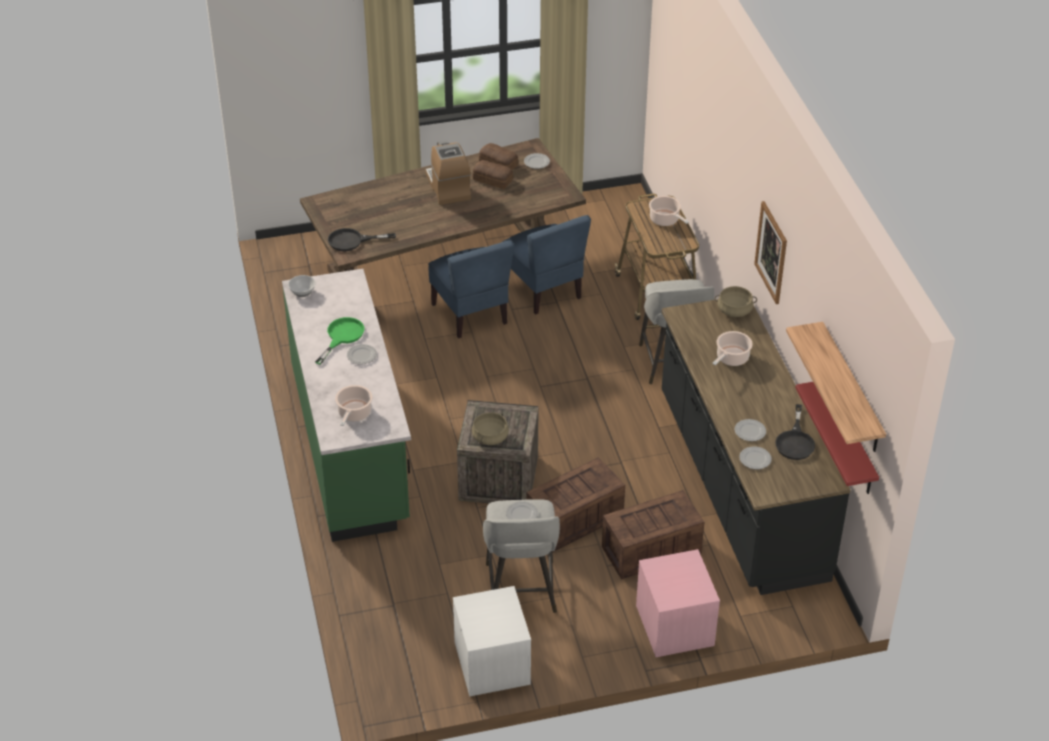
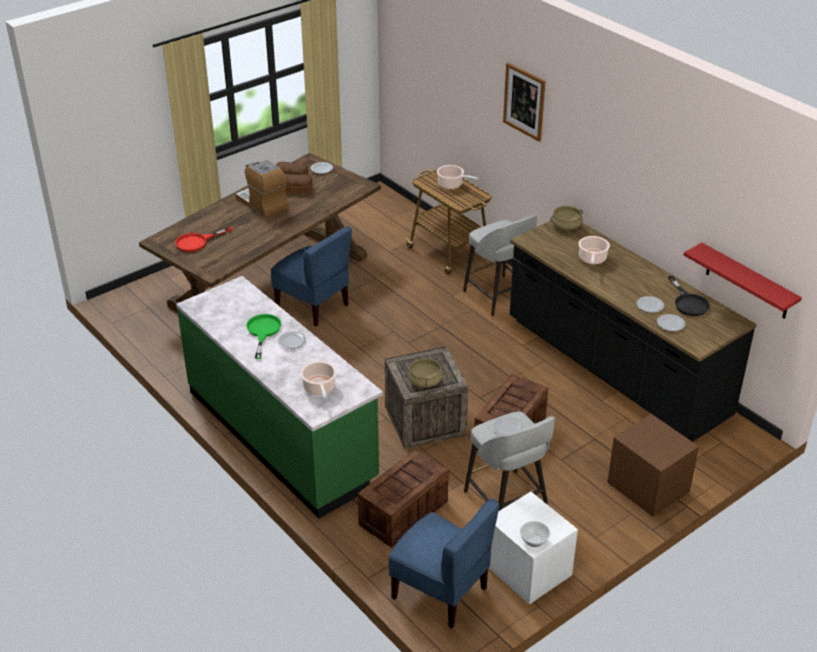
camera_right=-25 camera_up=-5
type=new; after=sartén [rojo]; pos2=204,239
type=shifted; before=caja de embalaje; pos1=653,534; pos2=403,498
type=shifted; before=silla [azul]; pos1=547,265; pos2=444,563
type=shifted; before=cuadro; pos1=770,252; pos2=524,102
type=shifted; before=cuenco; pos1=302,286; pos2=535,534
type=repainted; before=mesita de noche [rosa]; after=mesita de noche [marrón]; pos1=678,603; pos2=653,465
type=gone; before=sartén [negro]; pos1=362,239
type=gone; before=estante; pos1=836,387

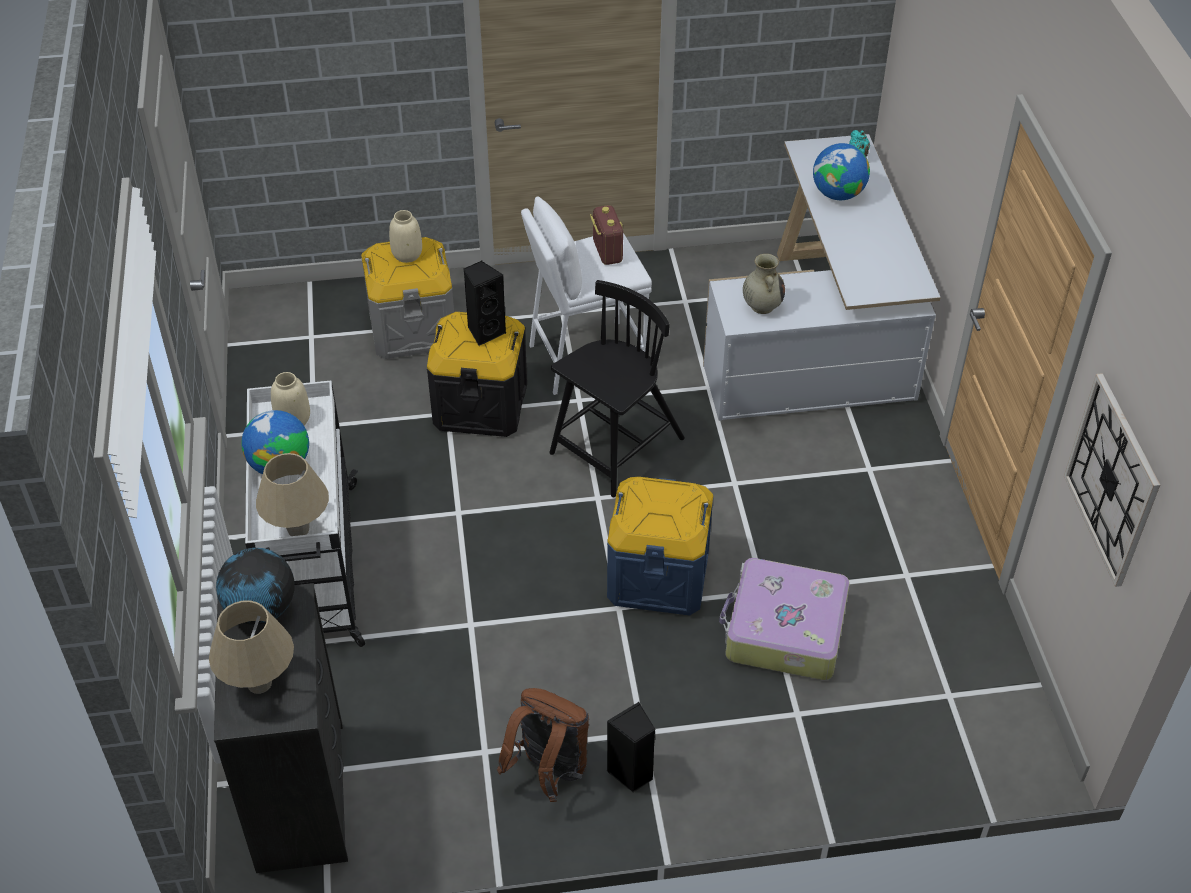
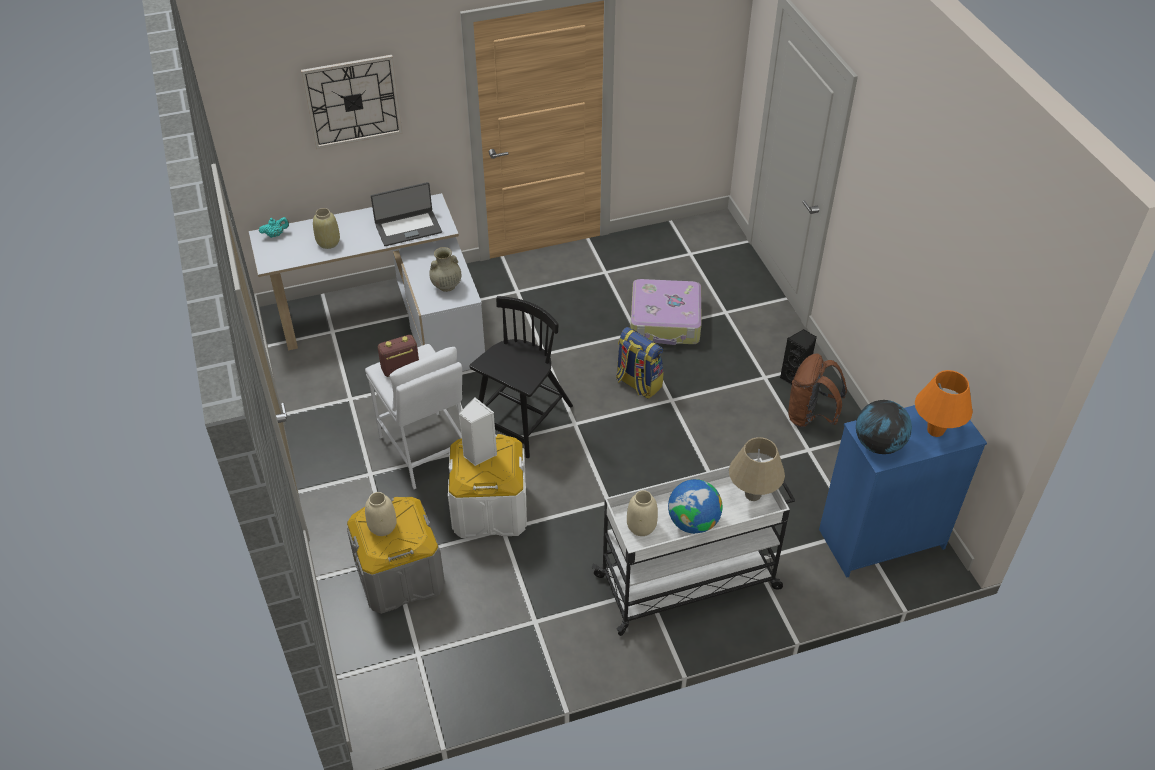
camera_right=-100 camera_up=0
type=shifted; before=reloj de pared; pos1=1112,480; pos2=351,102
type=swapped; before=globo terráqueo; after=florero [beis]; pos1=841,171; pos2=326,228
type=new; after=portátil; pos2=406,214
type=repainted; before=caja de almacenaje [negro]; after=caja de almacenaje [blanco]; pos1=477,374; pos2=487,486
type=repainted; before=altavoz [negro]; after=altavoz [blanco]; pos1=485,303; pos2=478,432
type=rotated; before=silla [negro]; pos1=617,388; pos2=521,377; turn=90
type=swapped; before=caja de almacenaje [azul]; after=mochila; pos1=660,546; pos2=639,363
type=repainted; before=cómoda [negro]; after=cómoda [azul]; pos1=281,728; pos2=903,491
type=repainted; before=lámpara de mesa [beis]; after=lámpara de mesa [naranja]; pos1=251,647; pos2=944,403

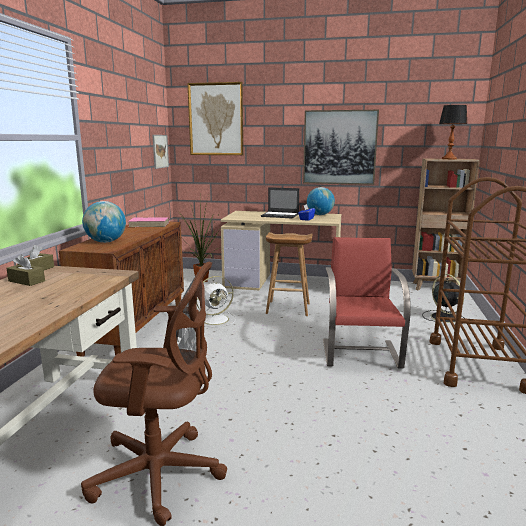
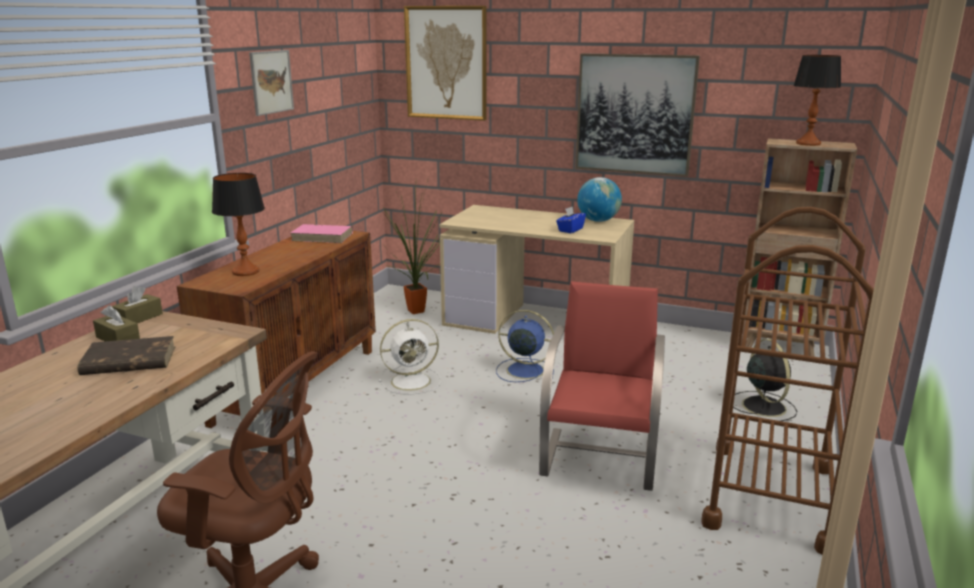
camera_right=10 camera_up=5
type=new; after=libro [marrón]; pos2=126,355
type=swapped; before=globo terráqueo; after=lámpara de mesa; pos1=104,222; pos2=238,224
type=shifted; before=cuadro; pos1=160,152; pos2=271,83
type=swapped; before=taburete [marrón]; after=ventilador [azul]; pos1=289,274; pos2=525,346
type=gone; before=portátil; pos1=280,203

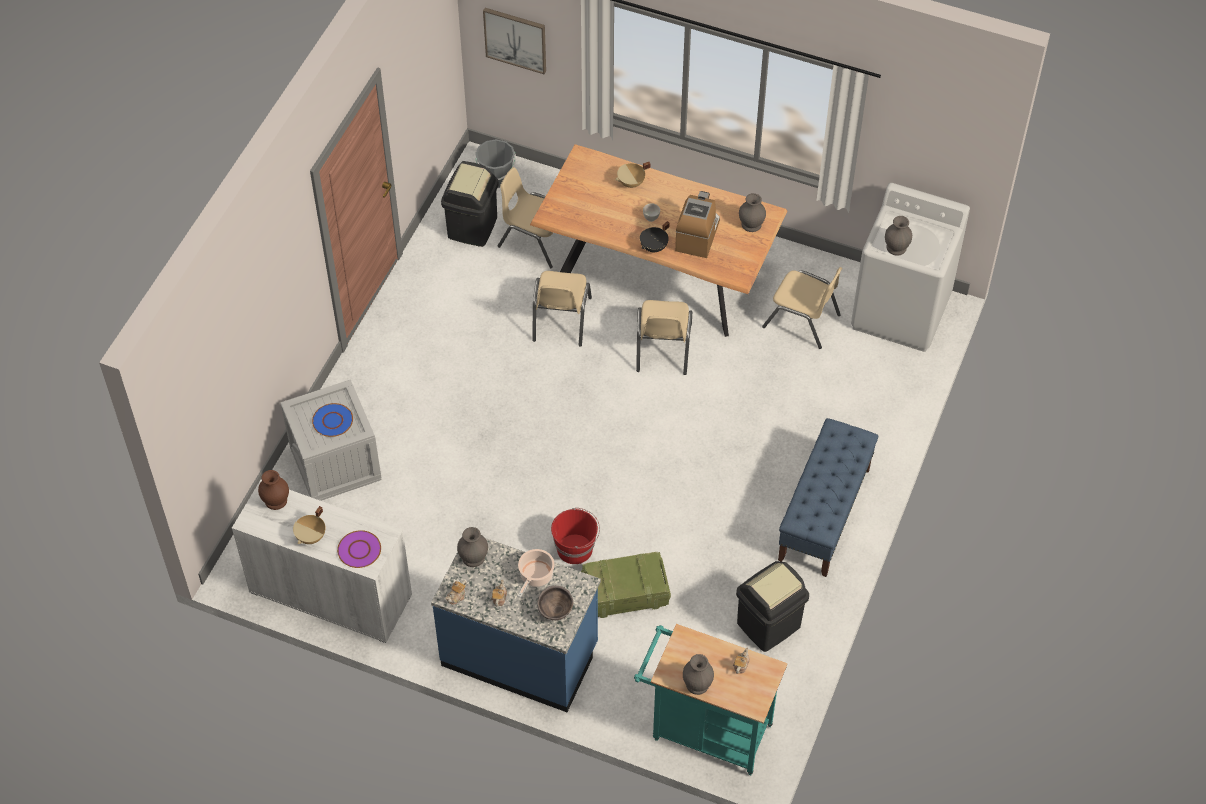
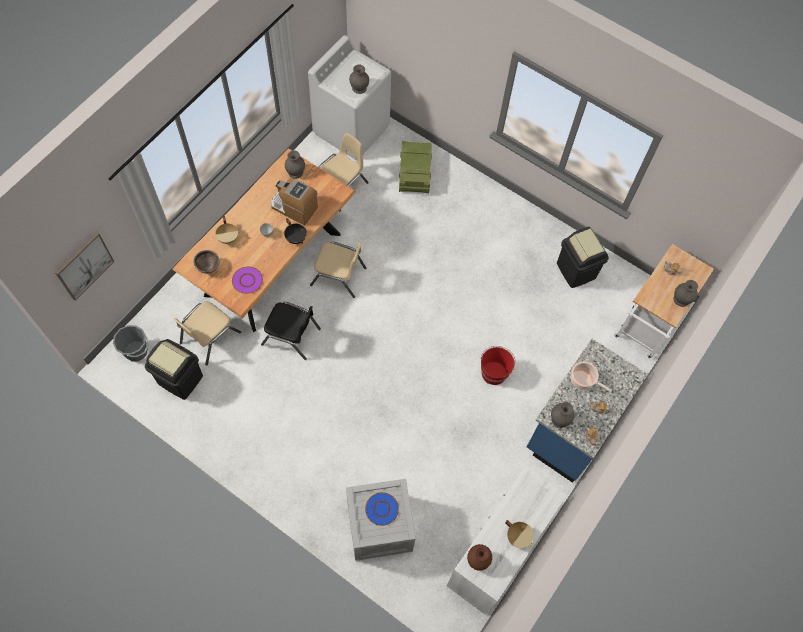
camera_right=-80 camera_up=10
type=shifted; before=cuenco [marrón]; pos1=555,603; pos2=206,262
type=shifted; before=plato [morado]; pos1=359,549; pos2=247,280
type=repainted; before=silla [beis]; after=silla [negro]; pos1=562,308; pos2=291,331
type=shifted; before=caja de embalaje; pos1=626,585; pos2=415,167
type=repainted; before=carrito [turquesa]; after=carrito [blanco]; pos1=711,699; pos2=664,301
type=gone; before=banco [azul]; pos1=828,497

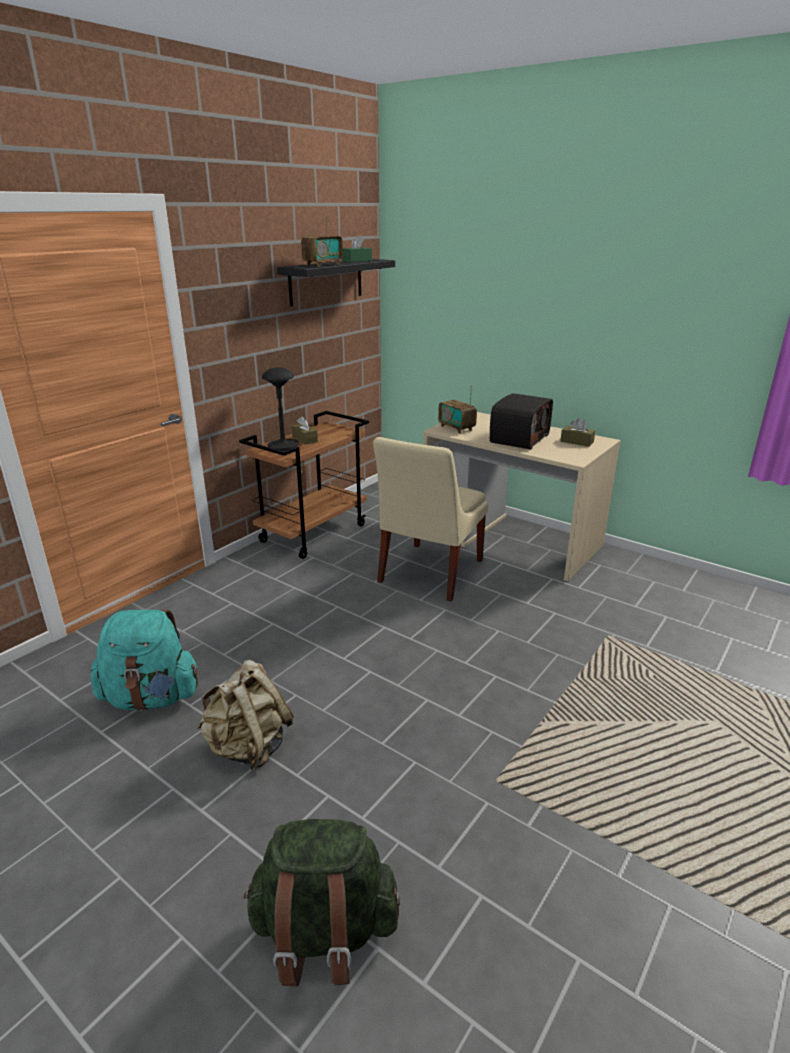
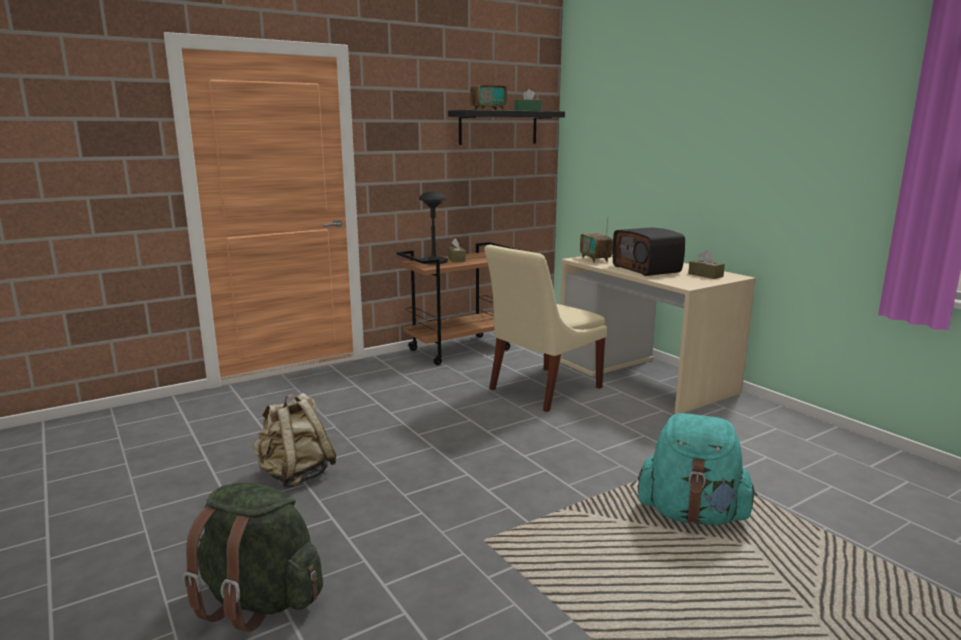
camera_right=20 camera_up=-10
type=rotated; before=radio; pos1=521,421; pos2=648,252; turn=105
type=shifted; before=mochila [turquesa]; pos1=145,660; pos2=698,469

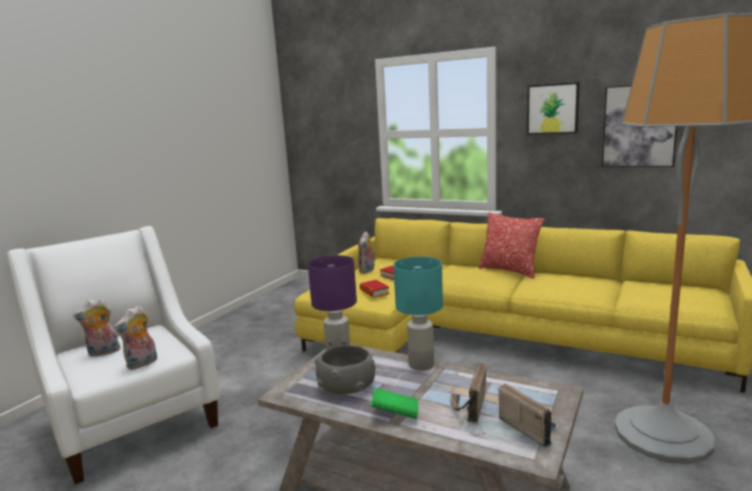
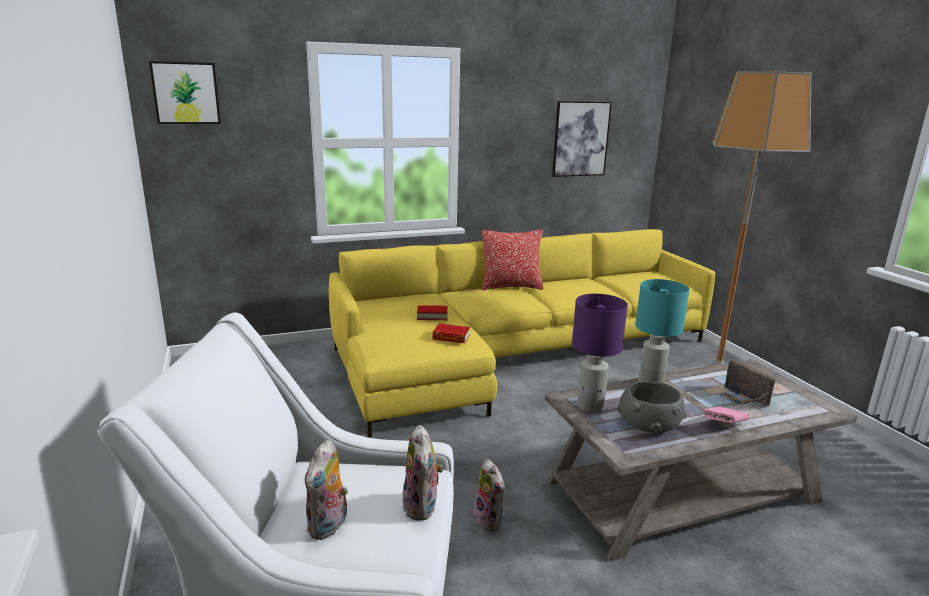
camera_right=-50 camera_up=5
type=shifted; before=cuadro; pos1=553,108; pos2=185,92
type=shifted; before=peluche; pos1=367,252; pos2=489,495
type=repainted; before=libro [verde]; after=libro [rosa]; pos1=395,403; pos2=726,415
type=gone; before=radio; pos1=529,415

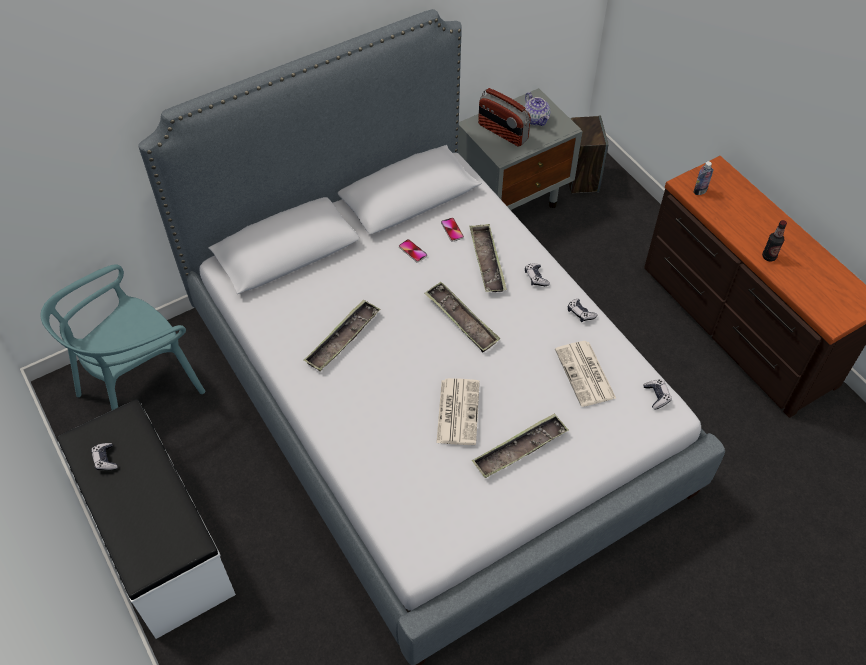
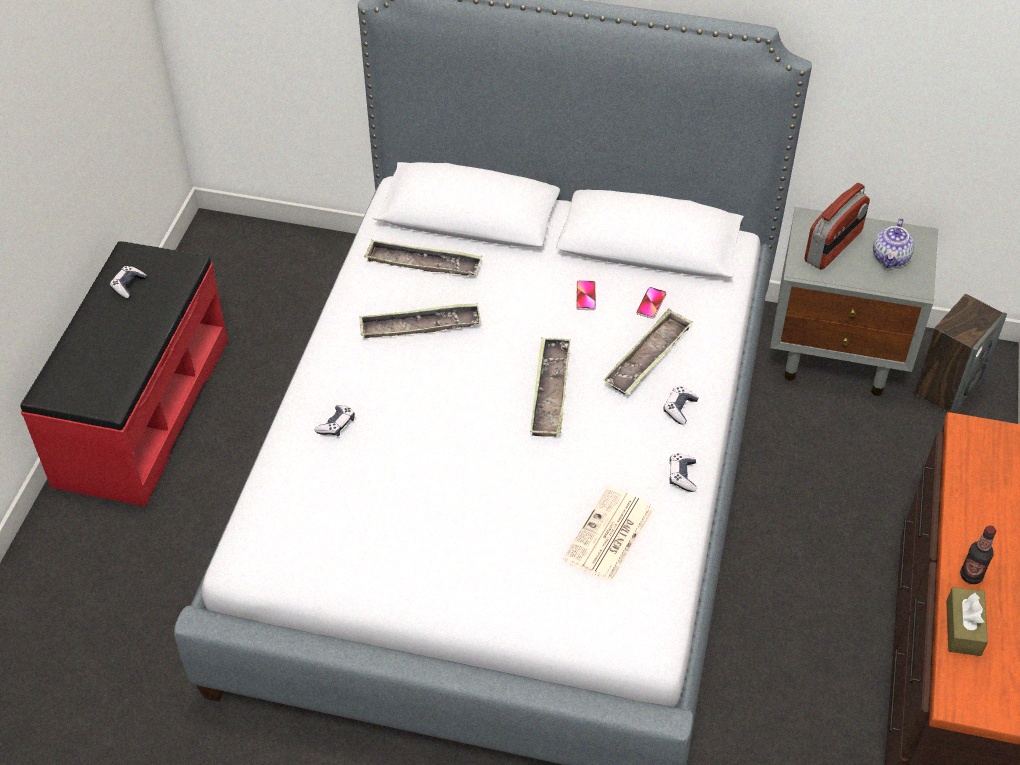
camera_right=45 camera_up=-5
type=repainted; before=banco [blanco]; after=banco [rojo]; pos1=146,519; pos2=124,373
type=shifted; before=mando de consola; pos1=657,394; pos2=335,420
type=shifted; before=bandeja; pos1=520,445; pos2=423,258
type=rotated; before=radio; pos1=504,117; pos2=837,226; turn=-135
type=new; after=caja de pañuelos [marrón]; pos2=967,621
type=gone; before=silla [turquesa]; pos1=122,337
type=gone; before=periódico; pos1=458,411
type=gone; before=botella; pos1=703,178

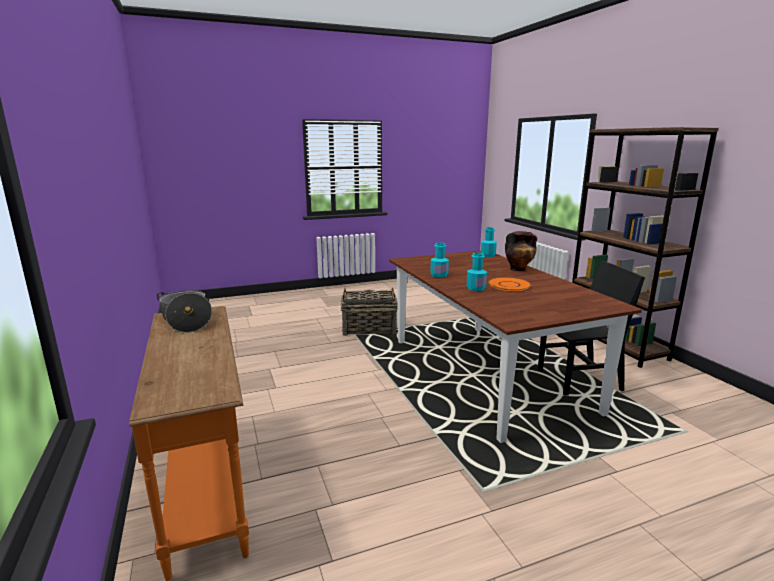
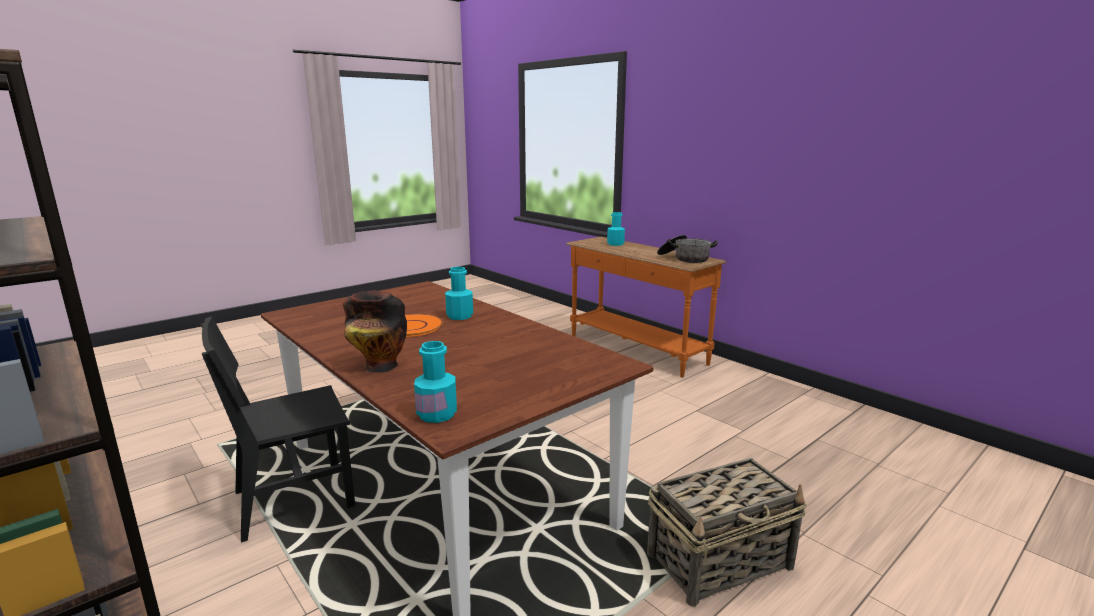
camera_right=160 camera_up=0
type=shifted; before=botella [turquesa]; pos1=439,260; pos2=616,229

